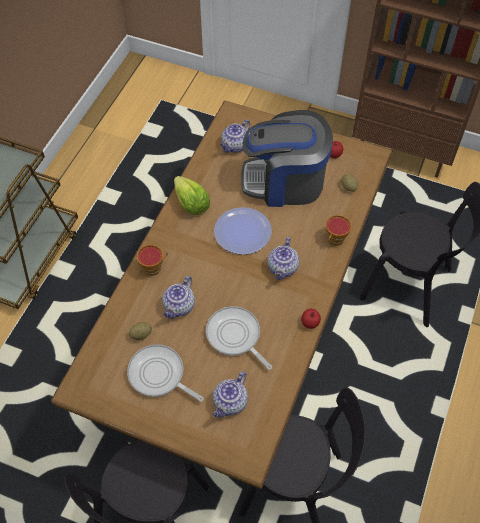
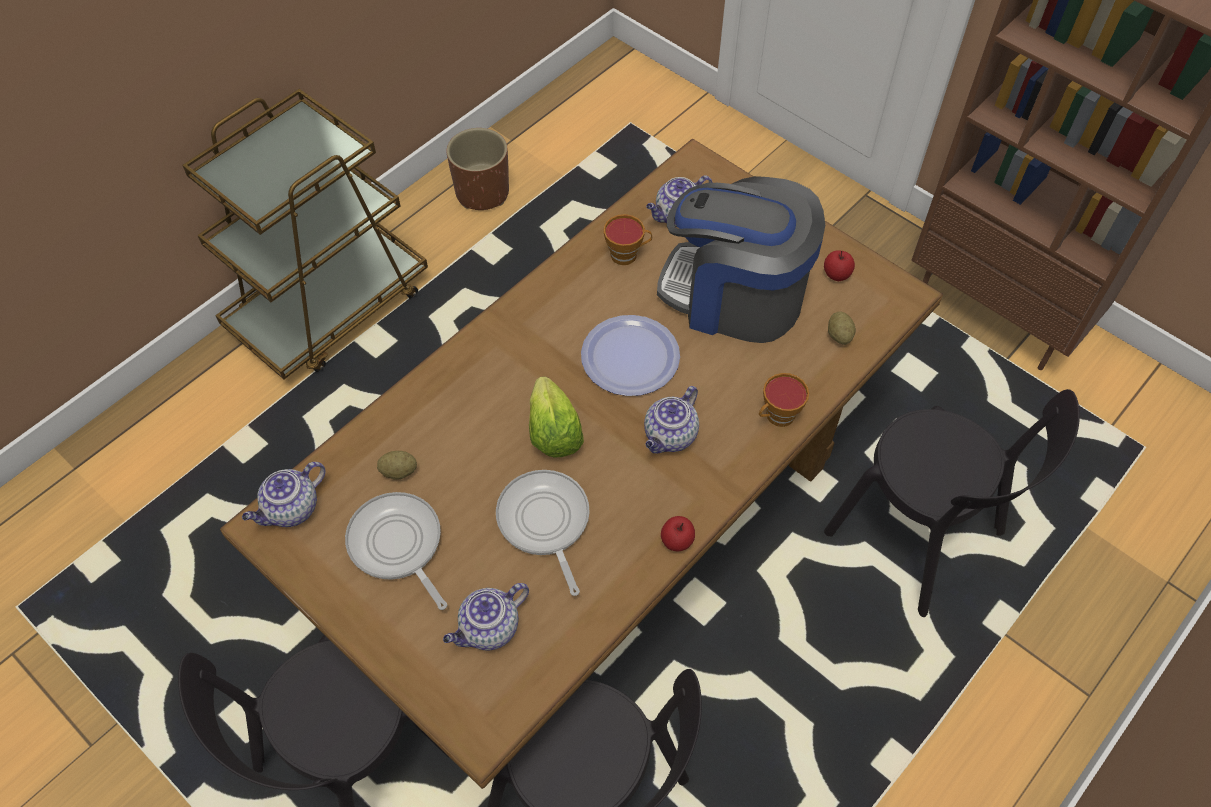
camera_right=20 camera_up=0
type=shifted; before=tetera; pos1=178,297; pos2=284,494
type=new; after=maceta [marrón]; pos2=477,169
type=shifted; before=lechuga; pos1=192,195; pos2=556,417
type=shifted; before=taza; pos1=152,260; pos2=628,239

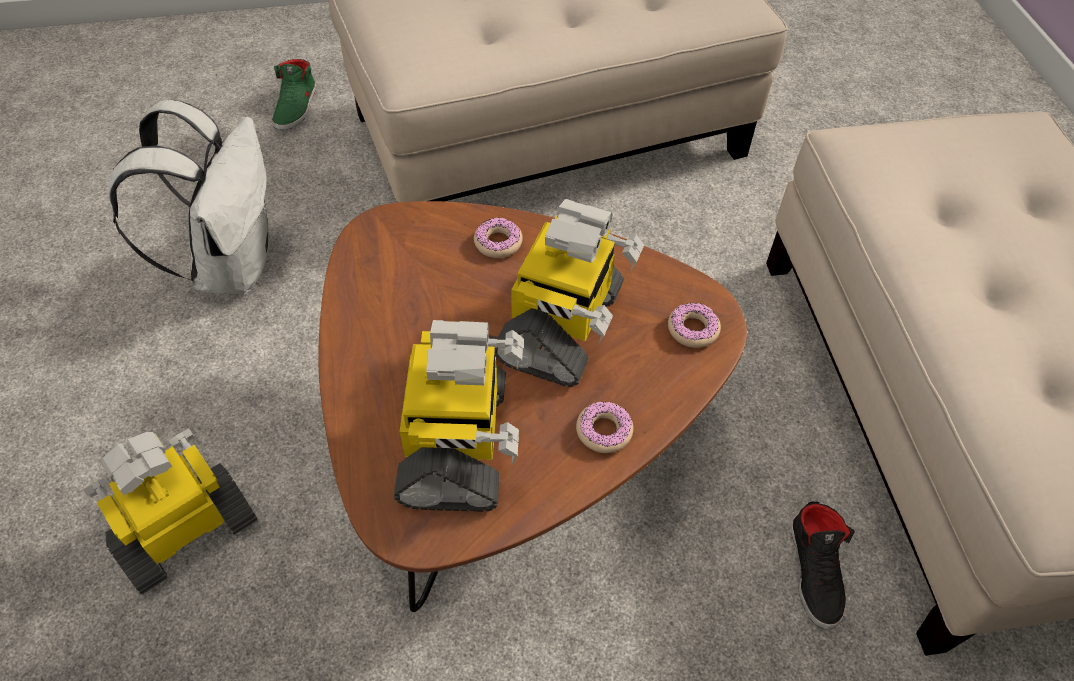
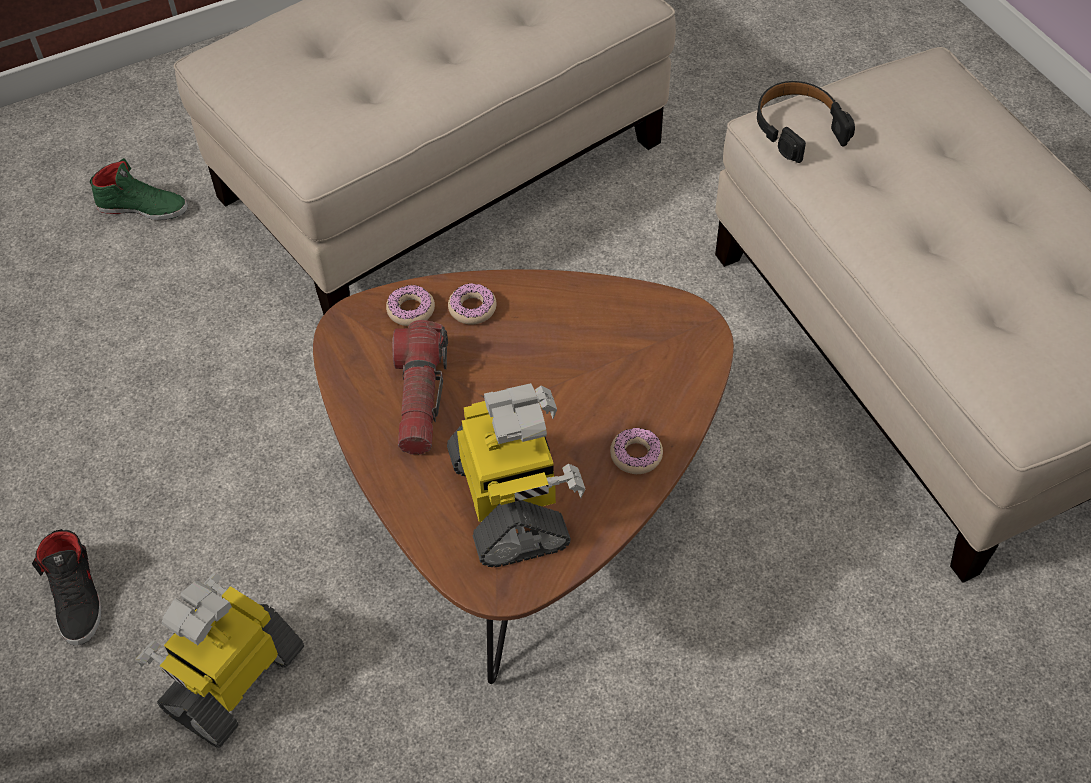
camera_right=-15 camera_up=0
type=shifted; before=zapato [negro]; pos1=823,565; pos2=67,587
type=rotated; before=zapato [verde]; pos1=294,94; pos2=139,189; turn=-75
type=shifted; before=rosquilla; pos1=694,325; pos2=410,305
type=new; after=linterna; pos2=420,387
type=new; after=auriculares [negro]; pos2=806,122
type=gone; before=mochila [blanco]; pos1=189,197
type=gone; before=robot de juguete; pos1=569,293

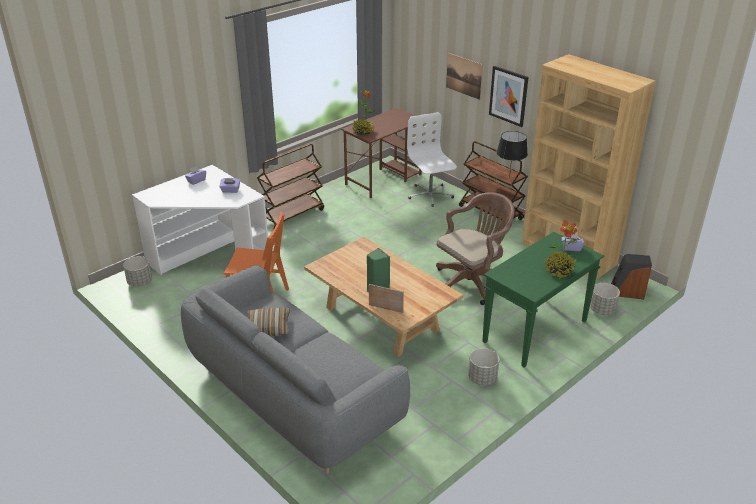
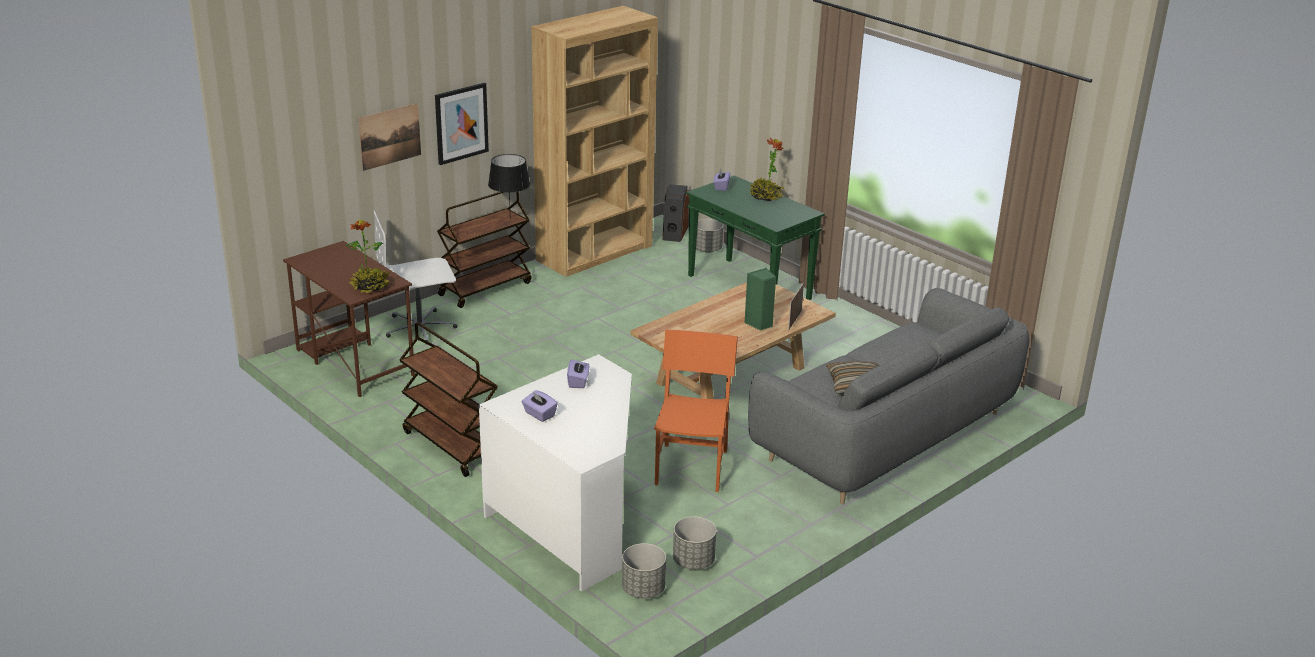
camera_right=-90 camera_up=-5
type=shifted; before=maceta [gris]; pos1=483,366; pos2=695,543
type=gone; before=silla de oficina [marrón]; pos1=475,248

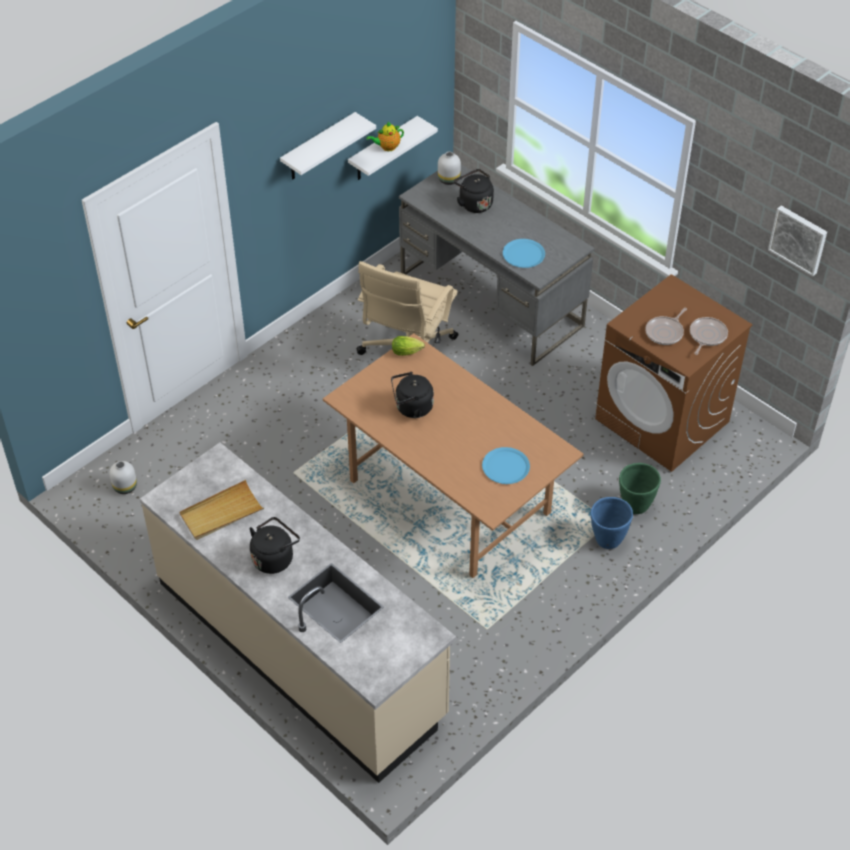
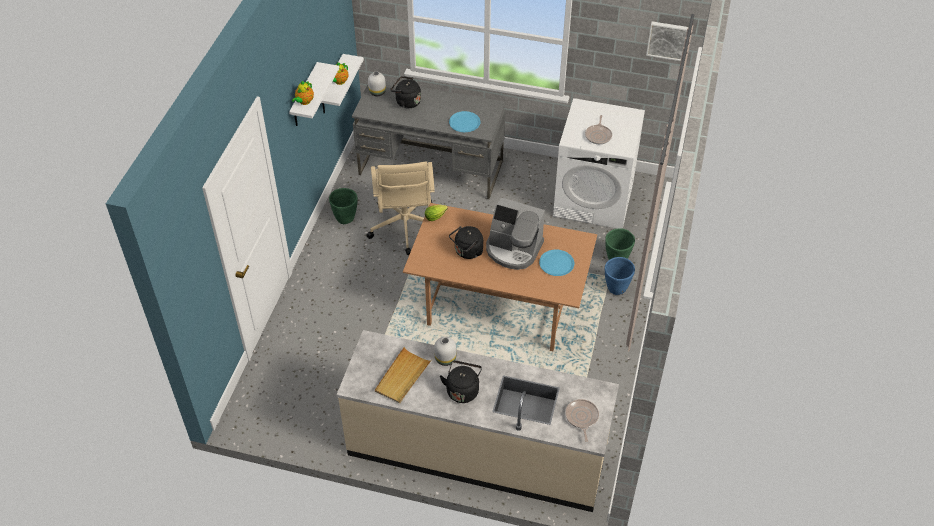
camera_right=-30 camera_up=0
type=new; after=tetera; pos2=303,93
type=new; after=maceta [verde]; pos2=343,206
type=shifted; before=florero [blanco]; pos1=123,477; pos2=445,351
type=new; after=cafetera; pos2=515,234
type=repainted; before=lavadora [marrón]; after=lavadora [blanco]; pos1=674,373; pos2=599,163
type=shifted; before=sartén; pos1=709,336; pos2=582,420

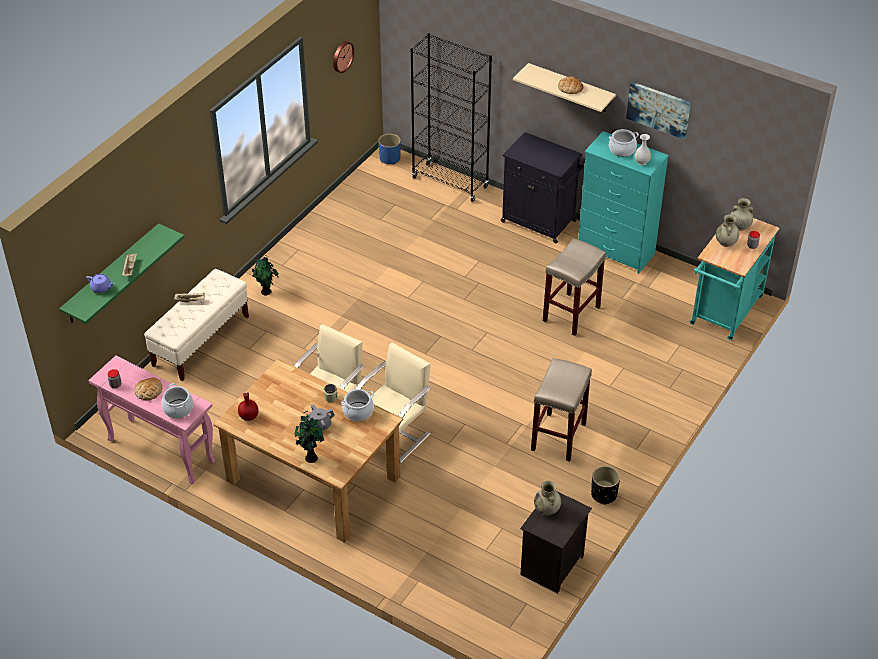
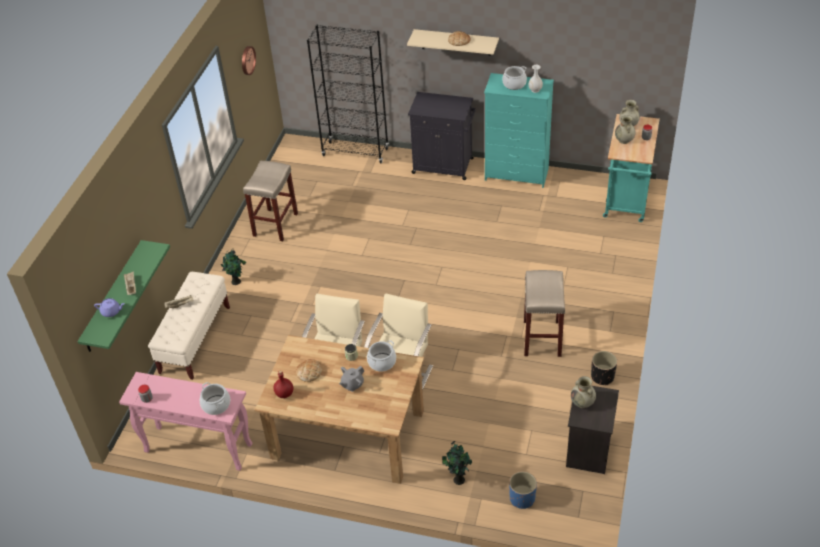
camera_right=-15 camera_up=0
type=shifted; before=taburete [beis]; pos1=574,287; pos2=270,201
type=shifted; before=pan; pos1=148,389; pos2=309,370
type=shifted; before=planta en maceta; pos1=309,437; pos2=457,463
type=shifted; before=maceta [azul]; pos1=389,149; pos2=523,490
type=gone; before=cuadro; pos1=658,110

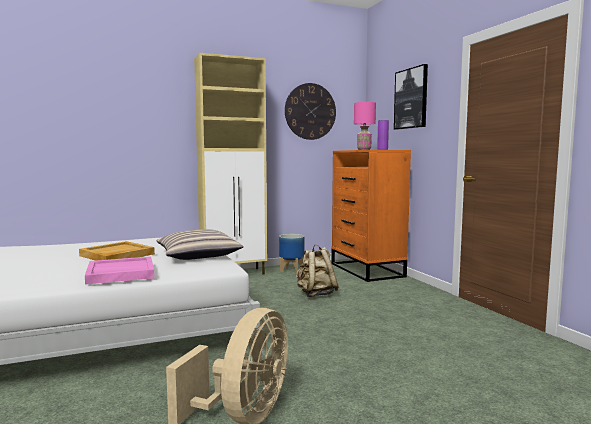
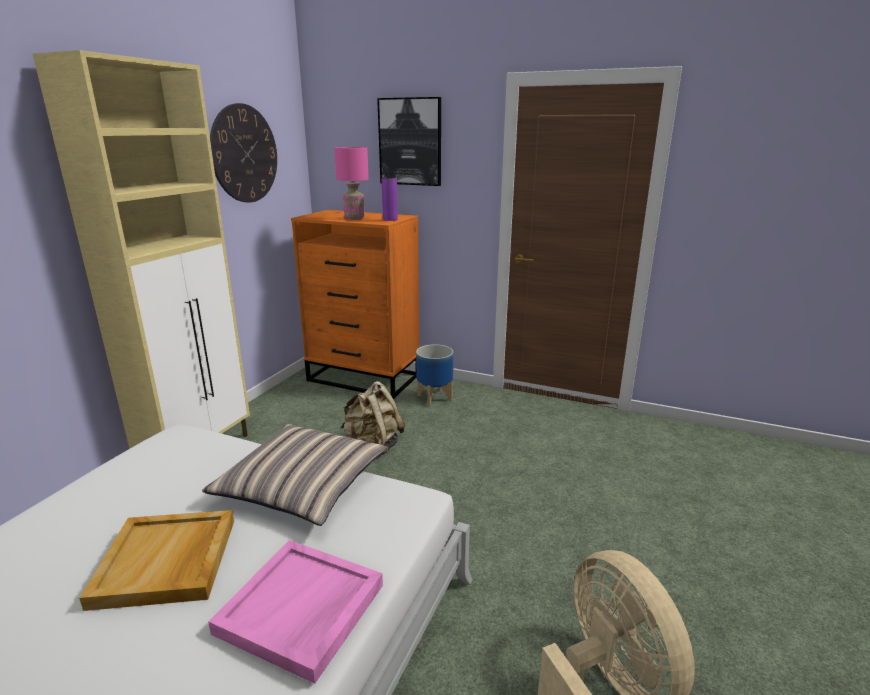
camera_right=-45 camera_up=15
type=shifted; before=maceta; pos1=291,253; pos2=434,375

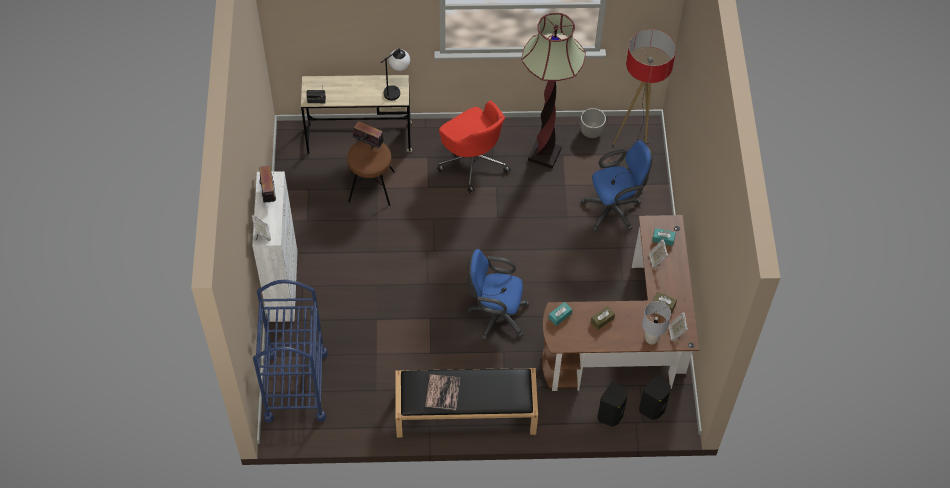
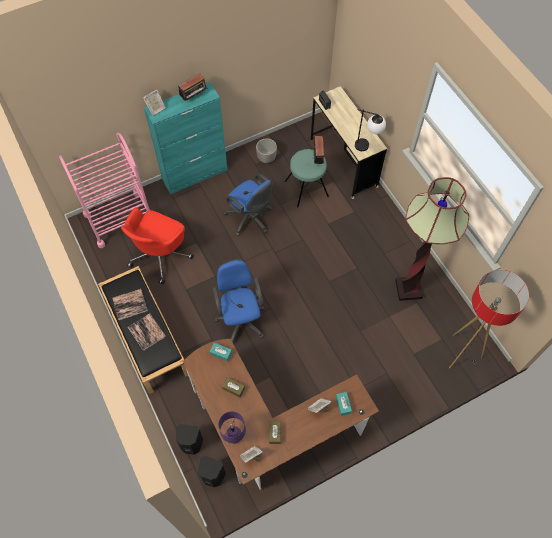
camera_right=65 camera_up=5
type=repainted; before=carrito [azul]; after=carrito [rosa]; pos1=290,351; pos2=104,190
type=shifted; before=silla de oficina [rojo]; pos1=474,147; pos2=157,246
type=new; after=libro; pos2=147,332
type=repainted; before=armario [blanco]; after=armario [turquesa]; pos1=275,246; pos2=186,138
type=repainted; before=lámpara de mesa [gris]; after=lámpara de mesa [morado]; pos1=656,322; pos2=232,427
type=shifted; before=silla de oficina [azul]; pos1=617,185; pos2=248,204
type=shifted; before=maceta; pos1=593,123; pos2=266,150
type=repainted; before=taburete [marrón]; after=taburete [turquesa]; pos1=371,173; pos2=307,178

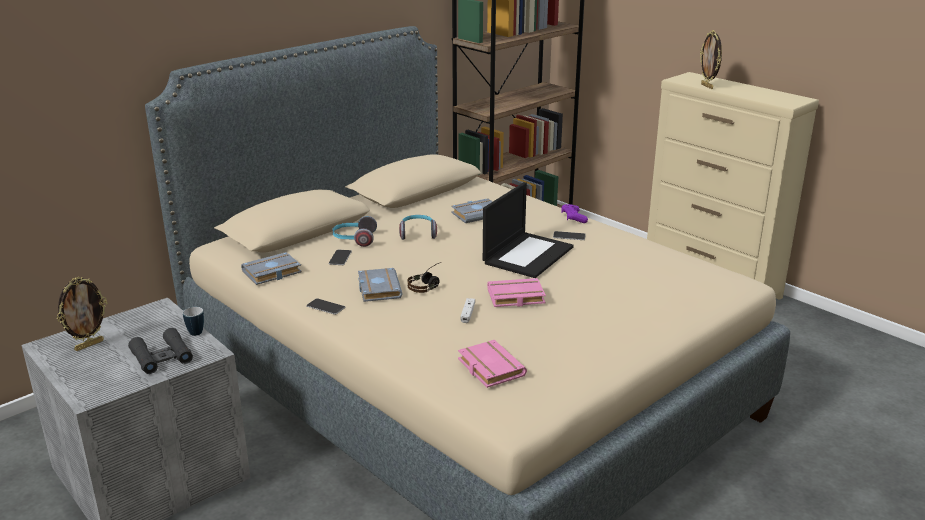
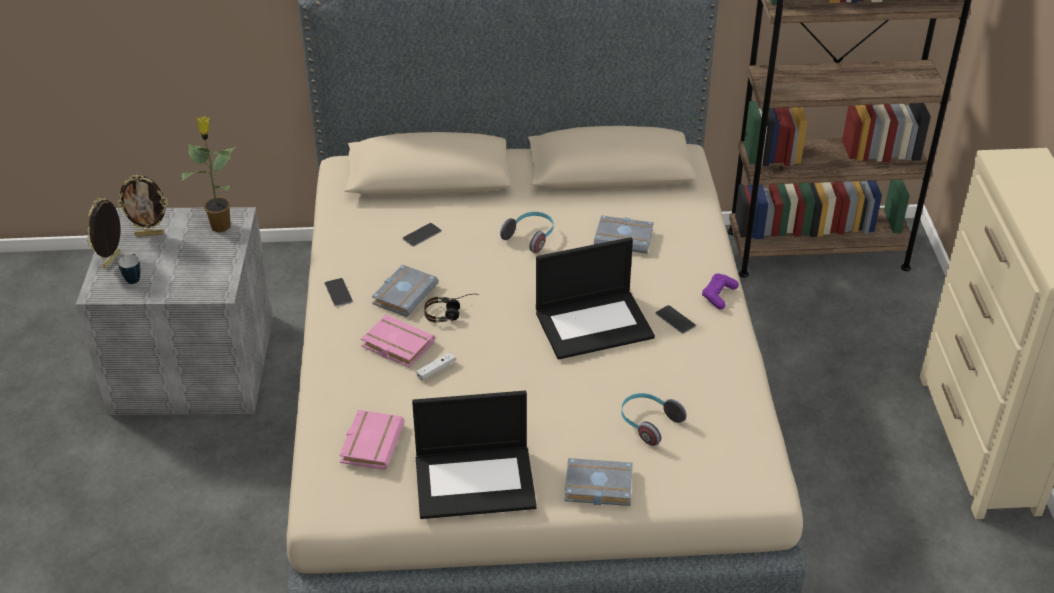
camera_right=40 camera_up=15
type=shifted; before=portarretratos; pos1=711,59; pos2=104,233
type=shifted; before=taza grande; pos1=193,321; pos2=129,269
type=new; after=planta en maceta; pos2=208,174
type=shifted; before=libro [rosa]; pos1=516,292; pos2=398,341
type=new; after=portátil; pos2=474,455
type=shifted; before=libro [gris]; pos1=271,268; pos2=598,482
type=shifted; before=auriculares; pos1=354,231; pos2=654,419
type=gone; before=prismáticos [negro]; pos1=160,351

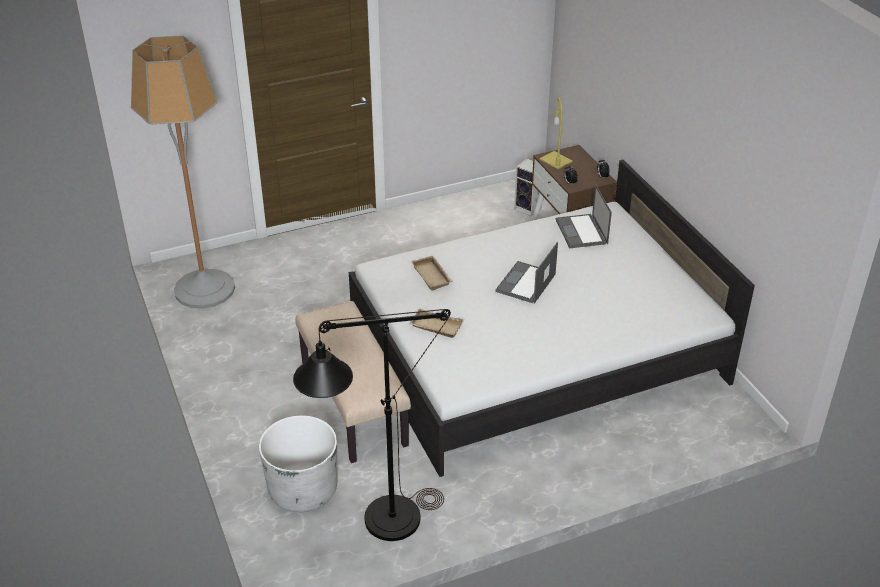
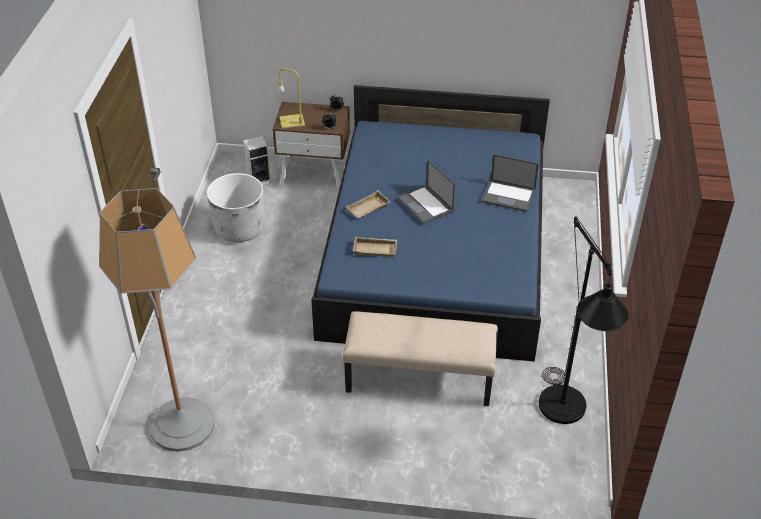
camera_right=-60 camera_up=5
type=shifted; before=maceta [blanco]; pos1=298,464; pos2=235,207
type=repainted; before=cama [blanco]; after=cama [azul]; pos1=552,318; pos2=430,223
type=shifted; before=bandeja [beis]; pos1=436,323; pos2=368,204
type=shifted; before=portátil; pos1=584,216; pos2=510,183

